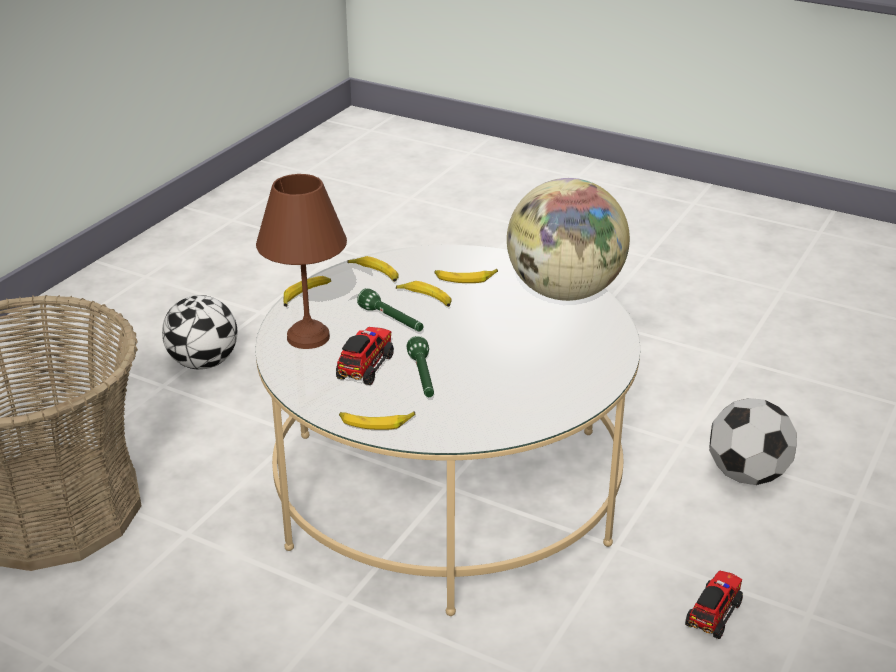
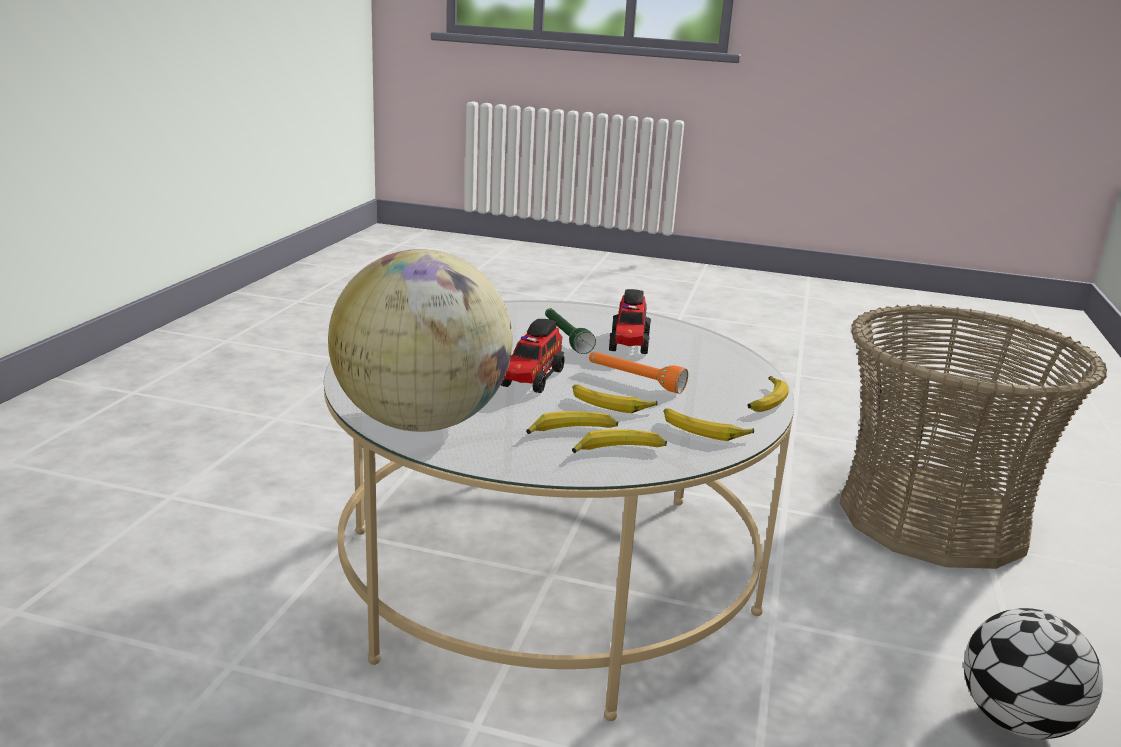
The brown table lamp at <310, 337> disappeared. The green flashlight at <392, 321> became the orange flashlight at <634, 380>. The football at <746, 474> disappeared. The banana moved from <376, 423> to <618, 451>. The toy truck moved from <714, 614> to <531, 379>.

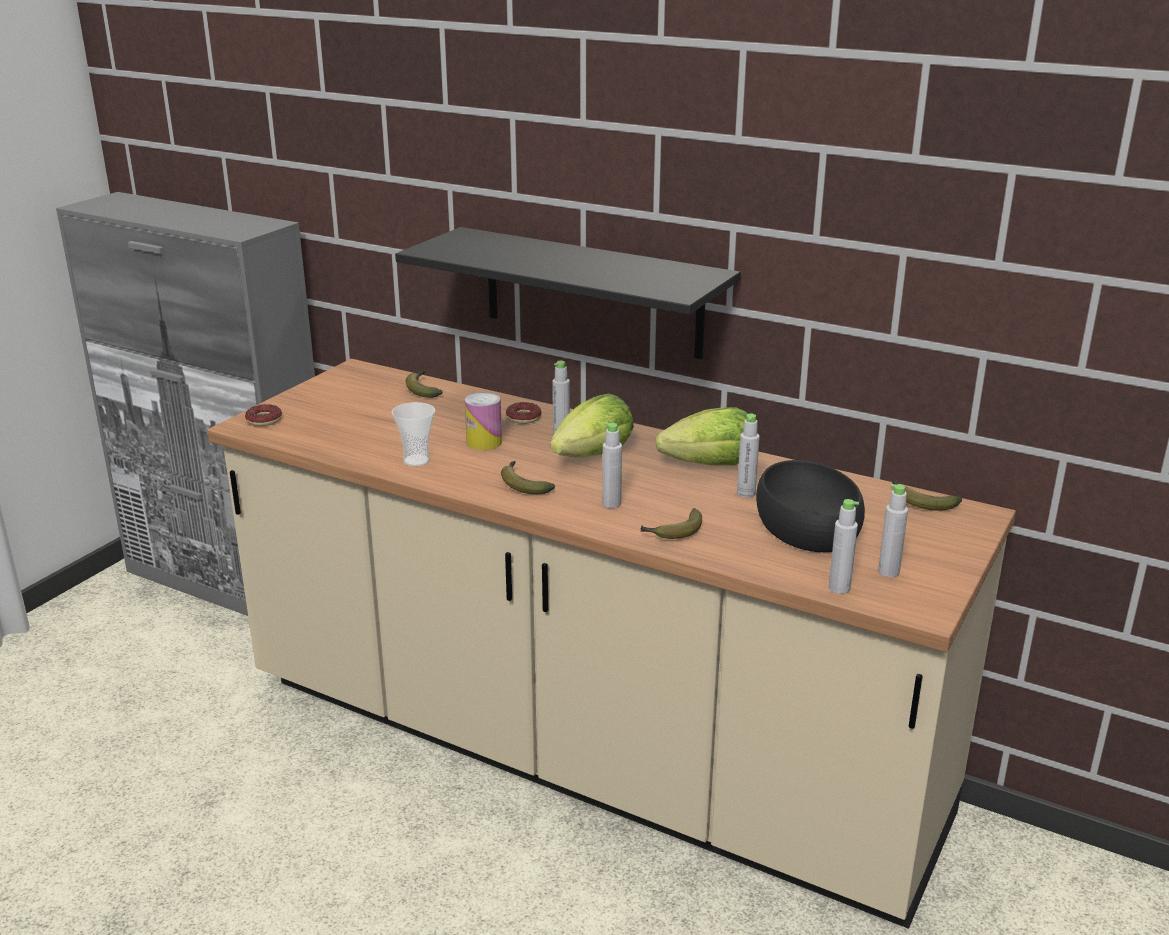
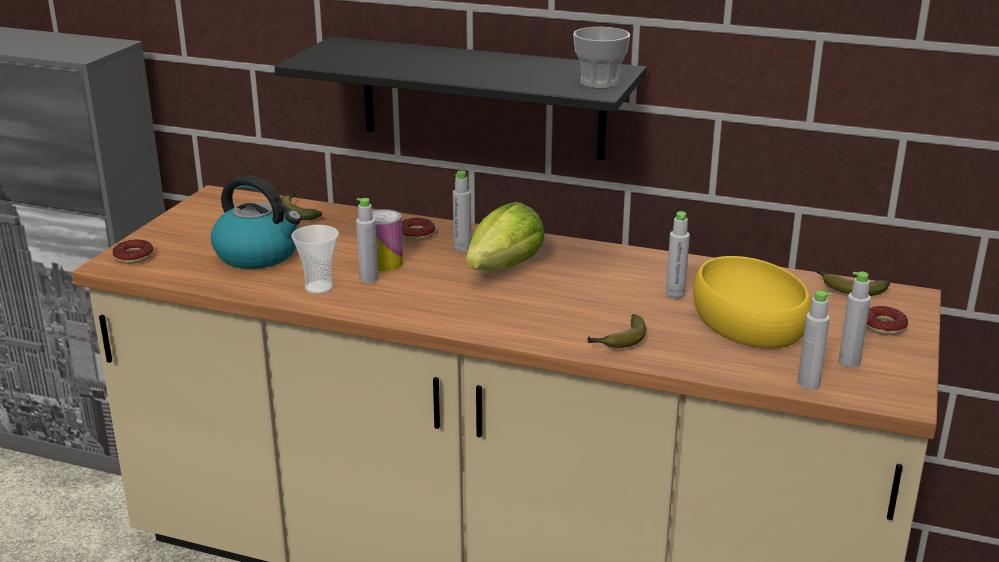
The lettuce at <710, 465> disappeared. The grey bottle moved from <611, 503> to <369, 279>. The black bowl at <809, 523> became the yellow bowl at <750, 319>. The banana at <523, 484> disappeared. The cup at <599, 83> appeared. The kettle at <259, 254> appeared. The donut at <883, 326> appeared.

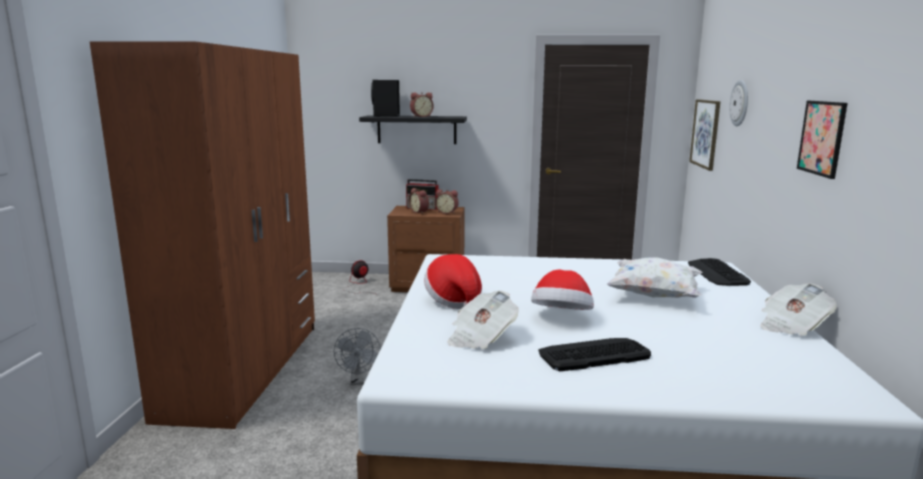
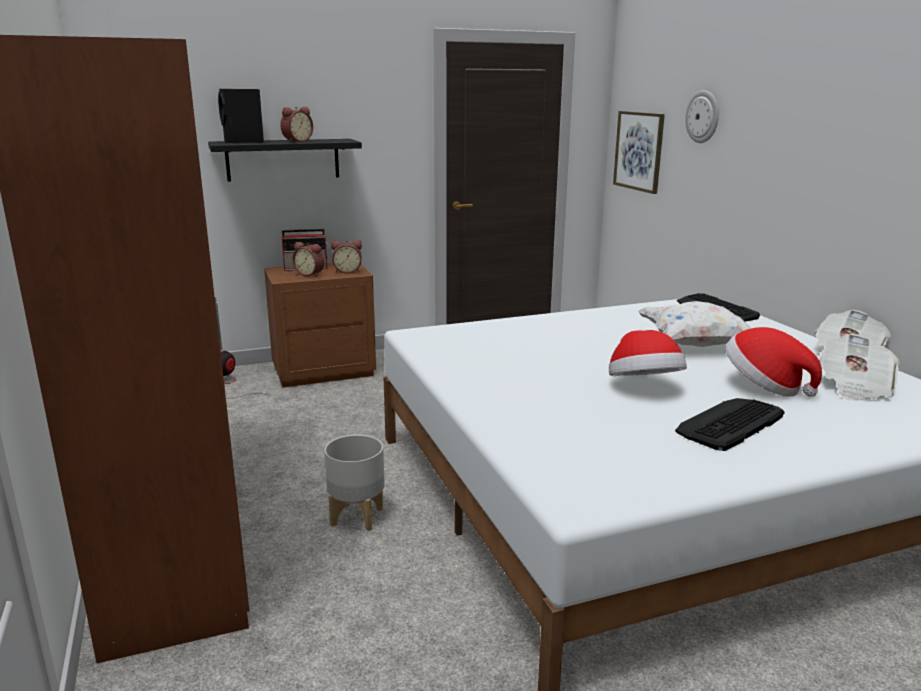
The picture at <822, 138> disappeared. The hat moved from <454, 300> to <764, 386>. The newspaper moved from <480, 338> to <854, 387>. The grey fan at <359, 381> was replaced by the grey planter at <357, 516>.

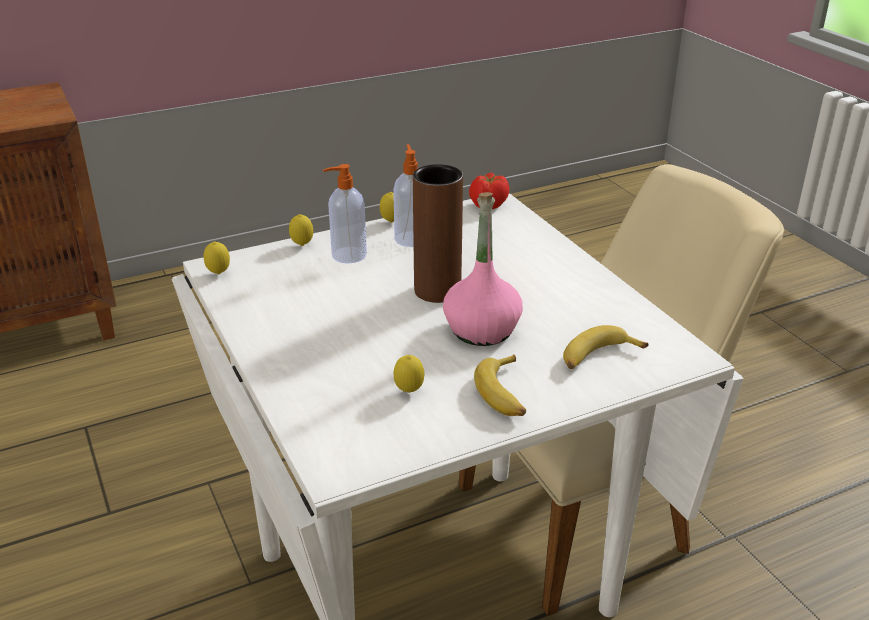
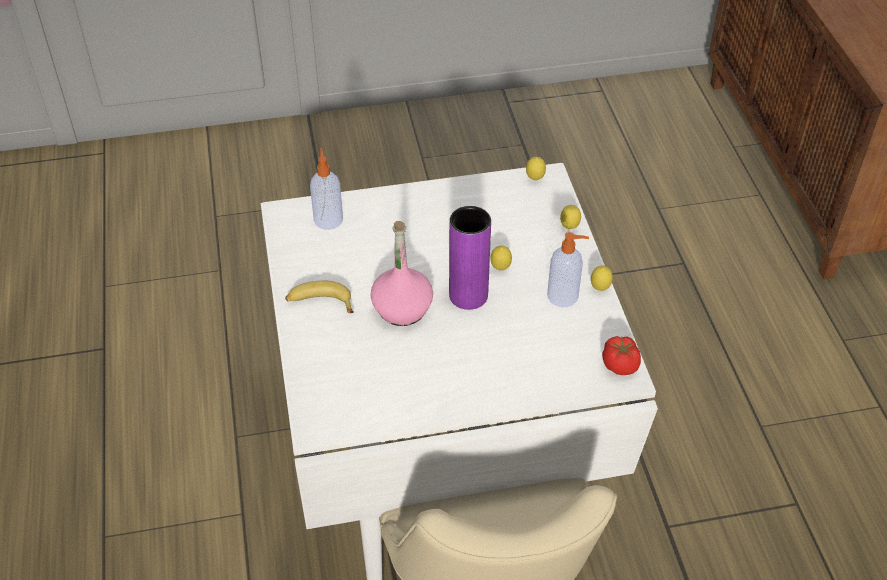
The soap dispenser moved from <347, 255> to <328, 219>. The brown vase at <437, 291> became the purple vase at <468, 295>. The banana at <598, 357> disappeared. The lemon moved from <409, 391> to <500, 268>.

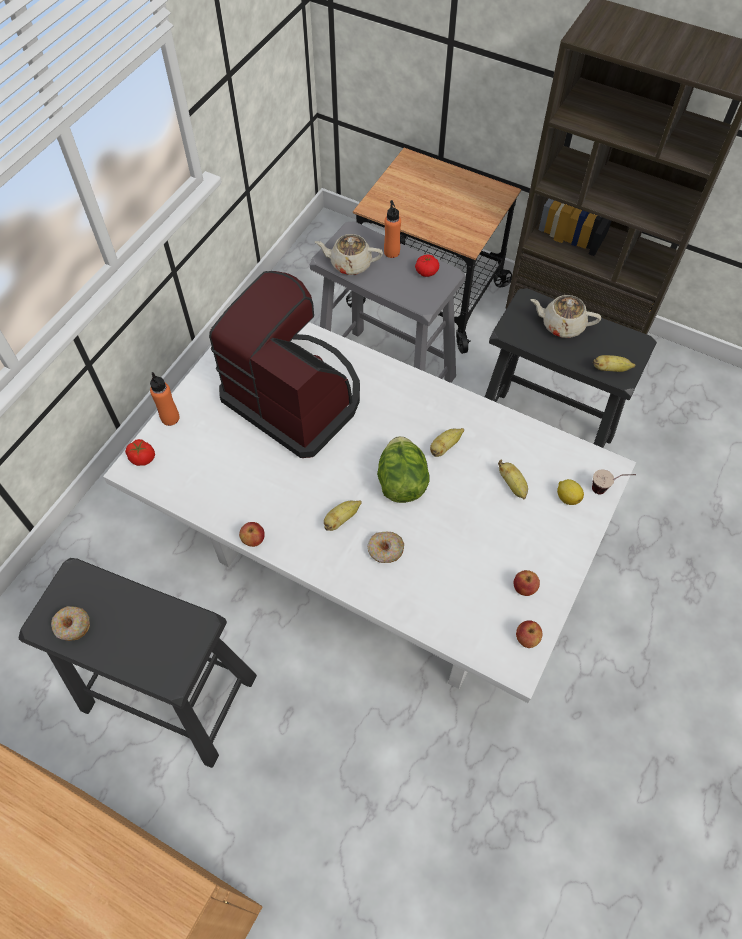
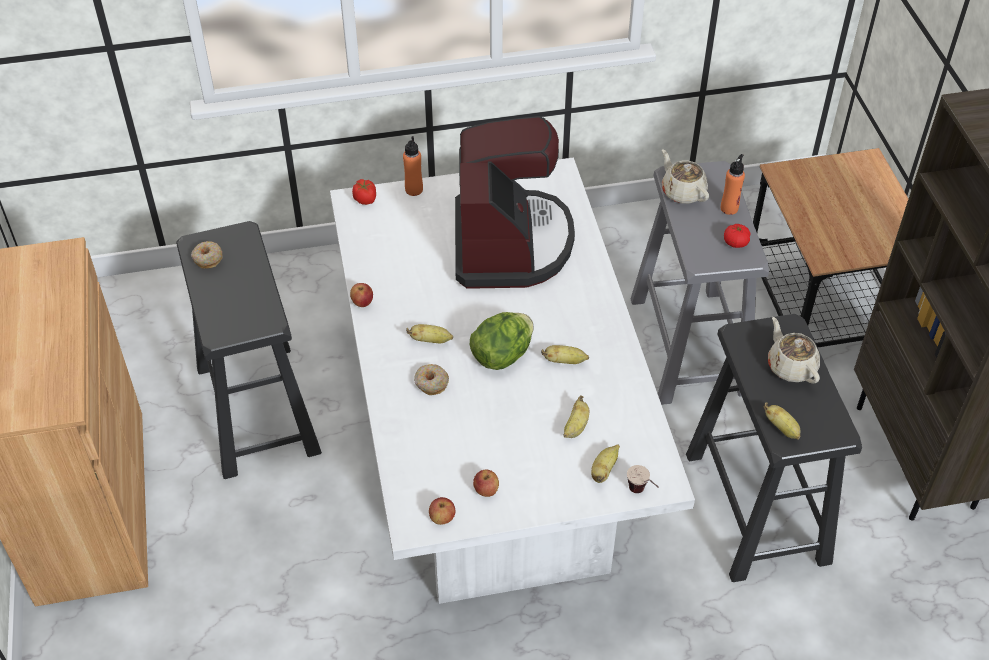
The lemon at <567, 497> was replaced by the banana at <604, 470>.

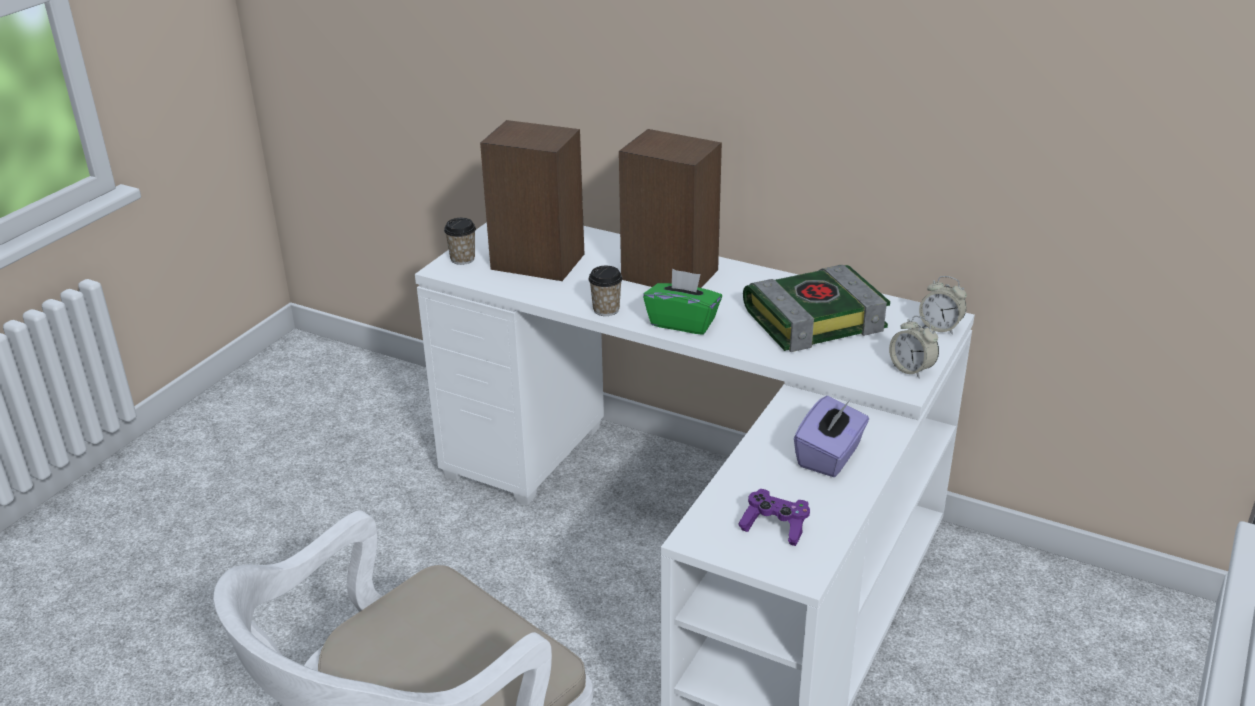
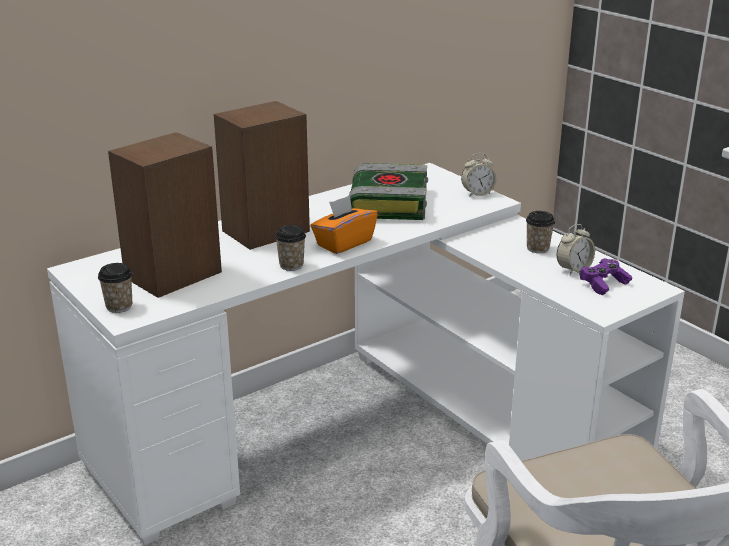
The green tissue box at <683, 322> became the orange tissue box at <344, 243>. The alarm clock moved from <940, 327> to <573, 269>. The purple tissue box at <830, 456> was replaced by the cup at <537, 248>.

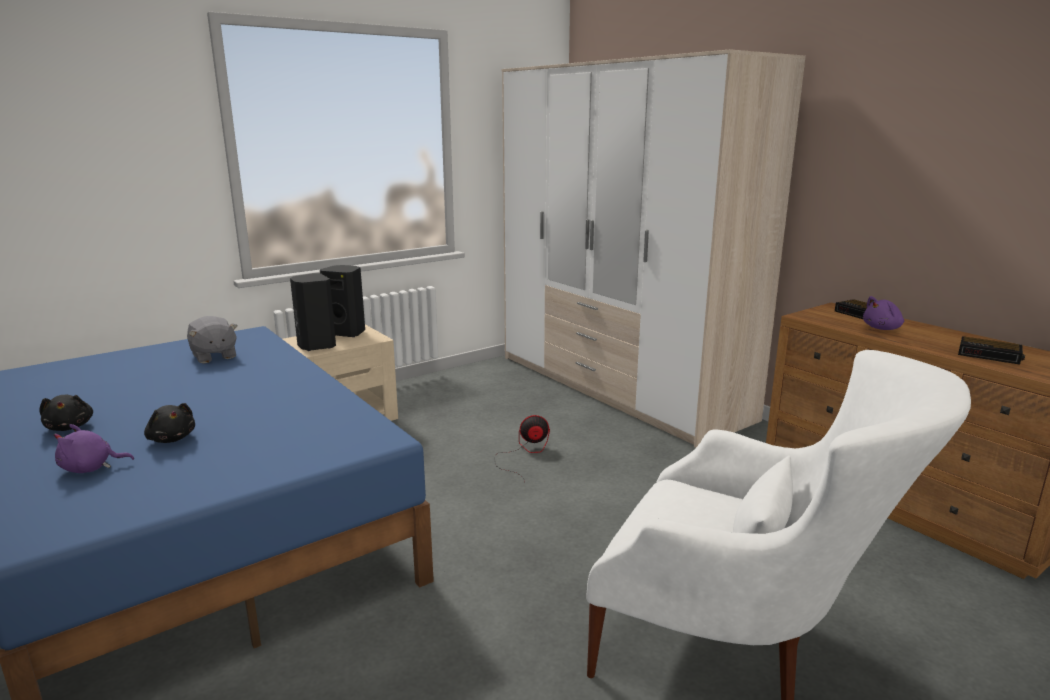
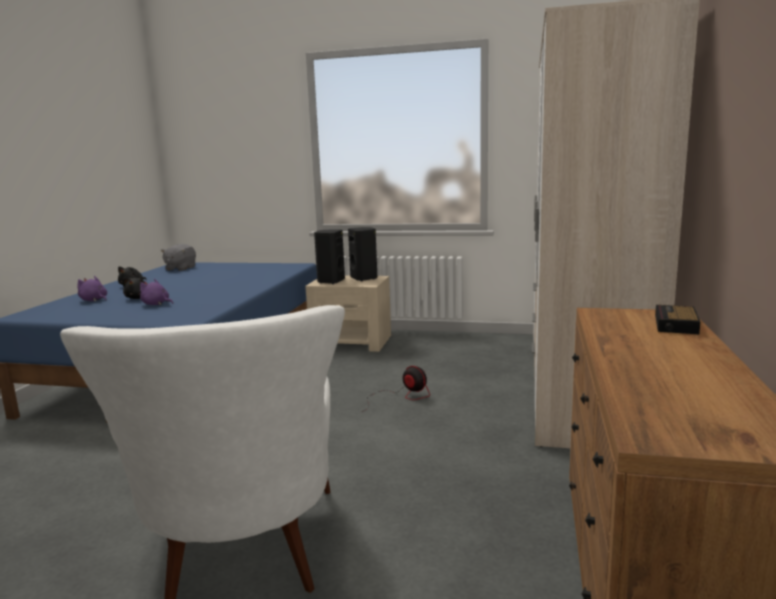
The purple plush toy moved from <883, 328> to <156, 304>. The grey plush toy moved from <214, 356> to <180, 268>. The alarm clock at <990, 355> disappeared.

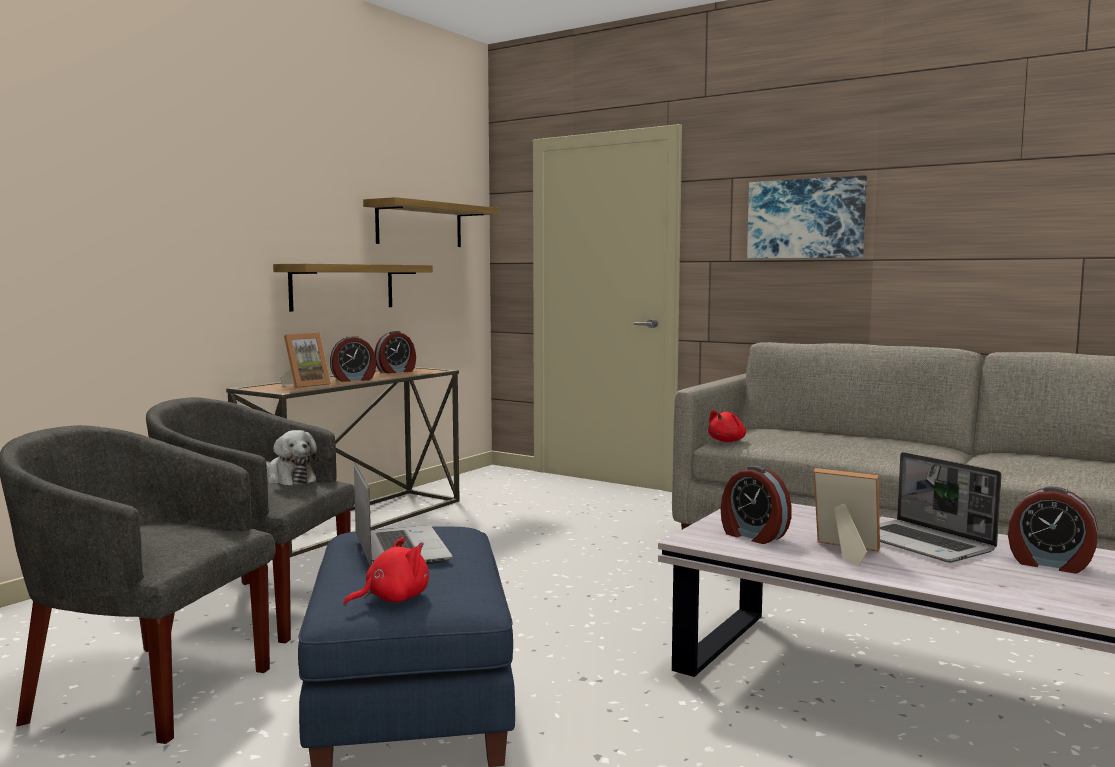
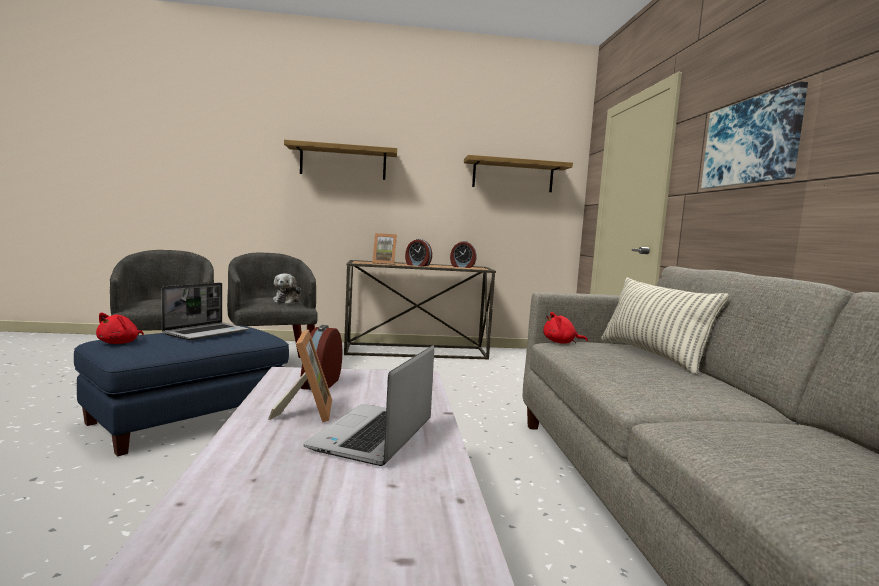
The shelf moved from <342, 287> to <343, 162>. The alarm clock at <1049, 564> disappeared. The red plush toy at <392, 599> turned 90 degrees clockwise. The pillow at <651, 355> appeared.

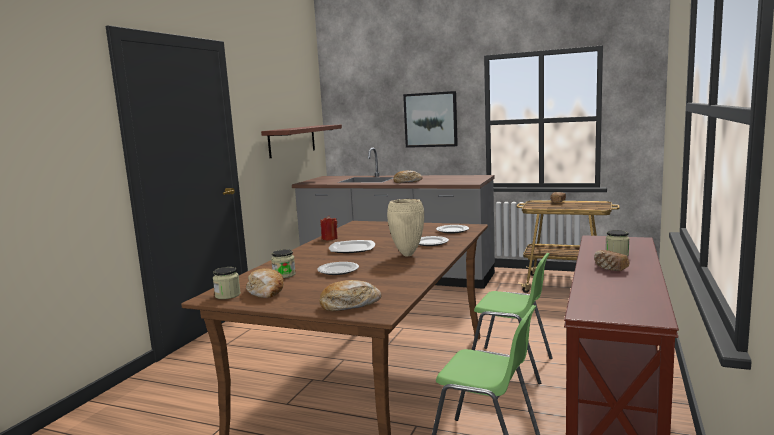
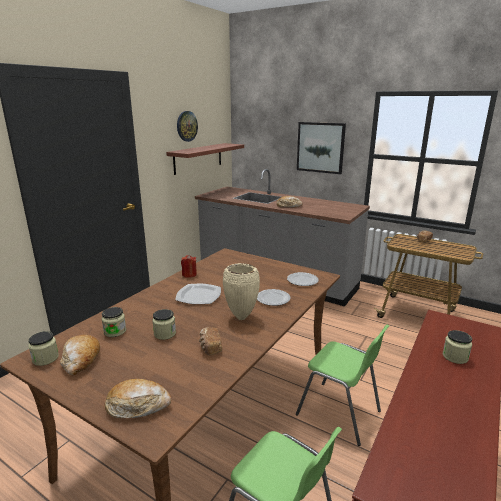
The bread moved from <610, 268> to <210, 348>. The plate at <338, 271> was replaced by the jar at <165, 334>. The wall clock at <186, 126> appeared.

